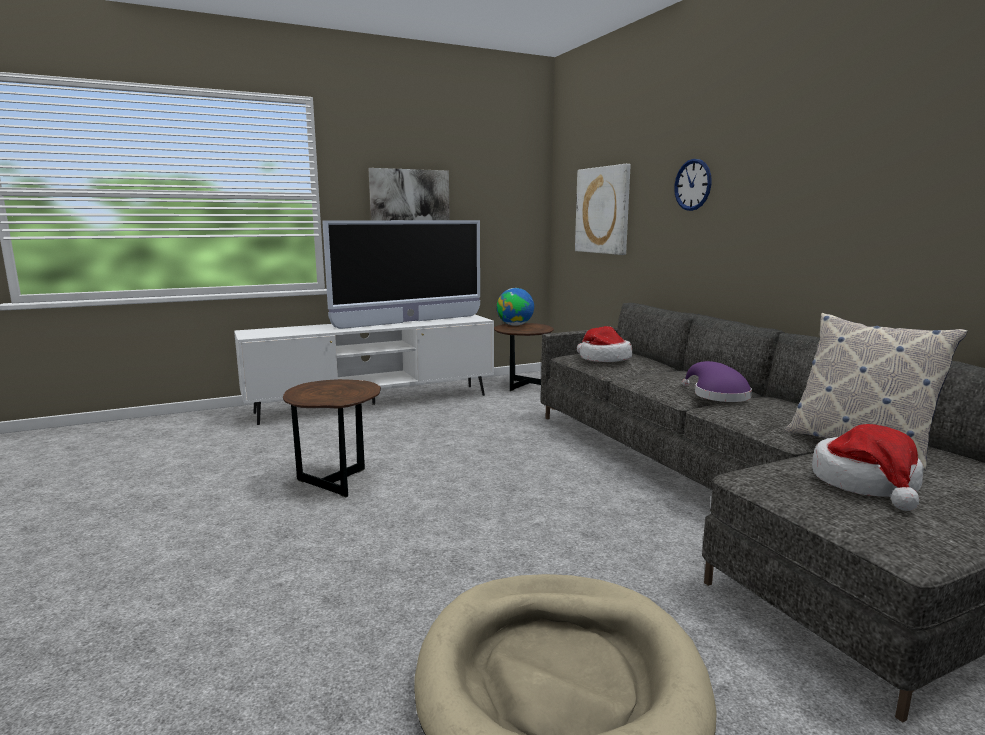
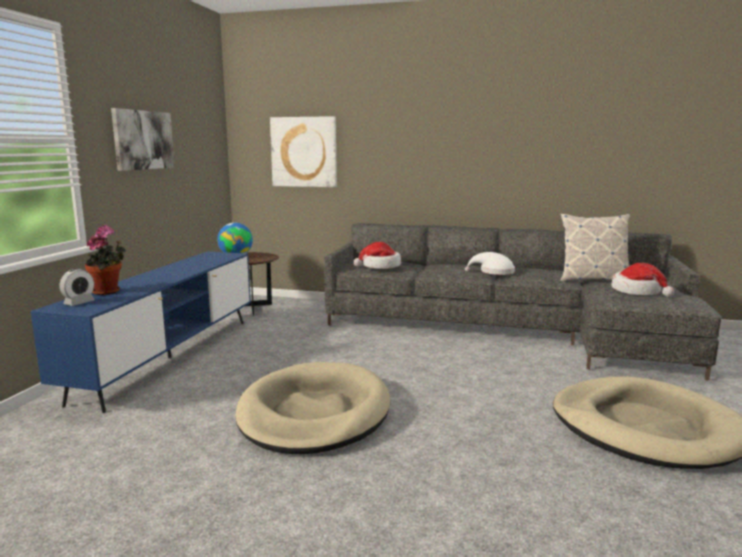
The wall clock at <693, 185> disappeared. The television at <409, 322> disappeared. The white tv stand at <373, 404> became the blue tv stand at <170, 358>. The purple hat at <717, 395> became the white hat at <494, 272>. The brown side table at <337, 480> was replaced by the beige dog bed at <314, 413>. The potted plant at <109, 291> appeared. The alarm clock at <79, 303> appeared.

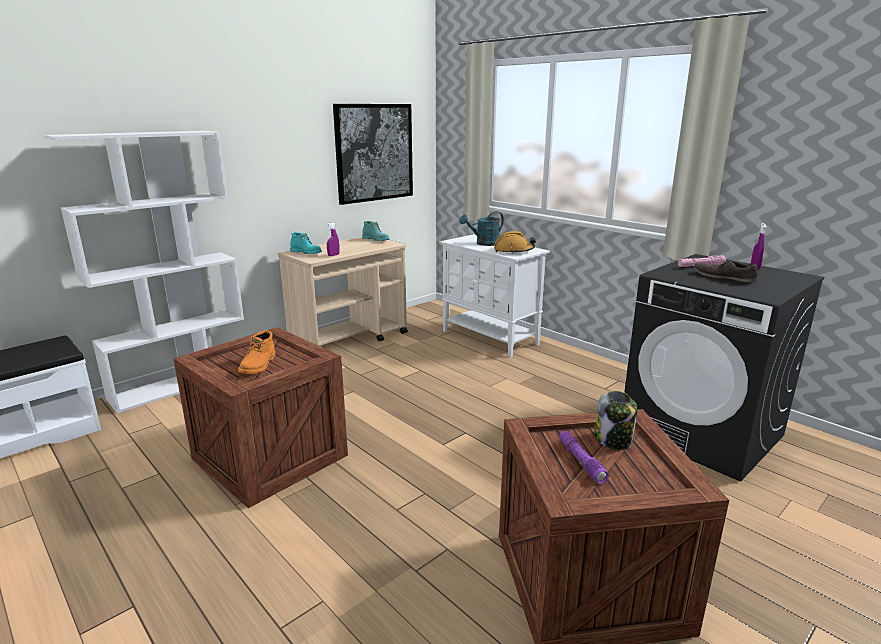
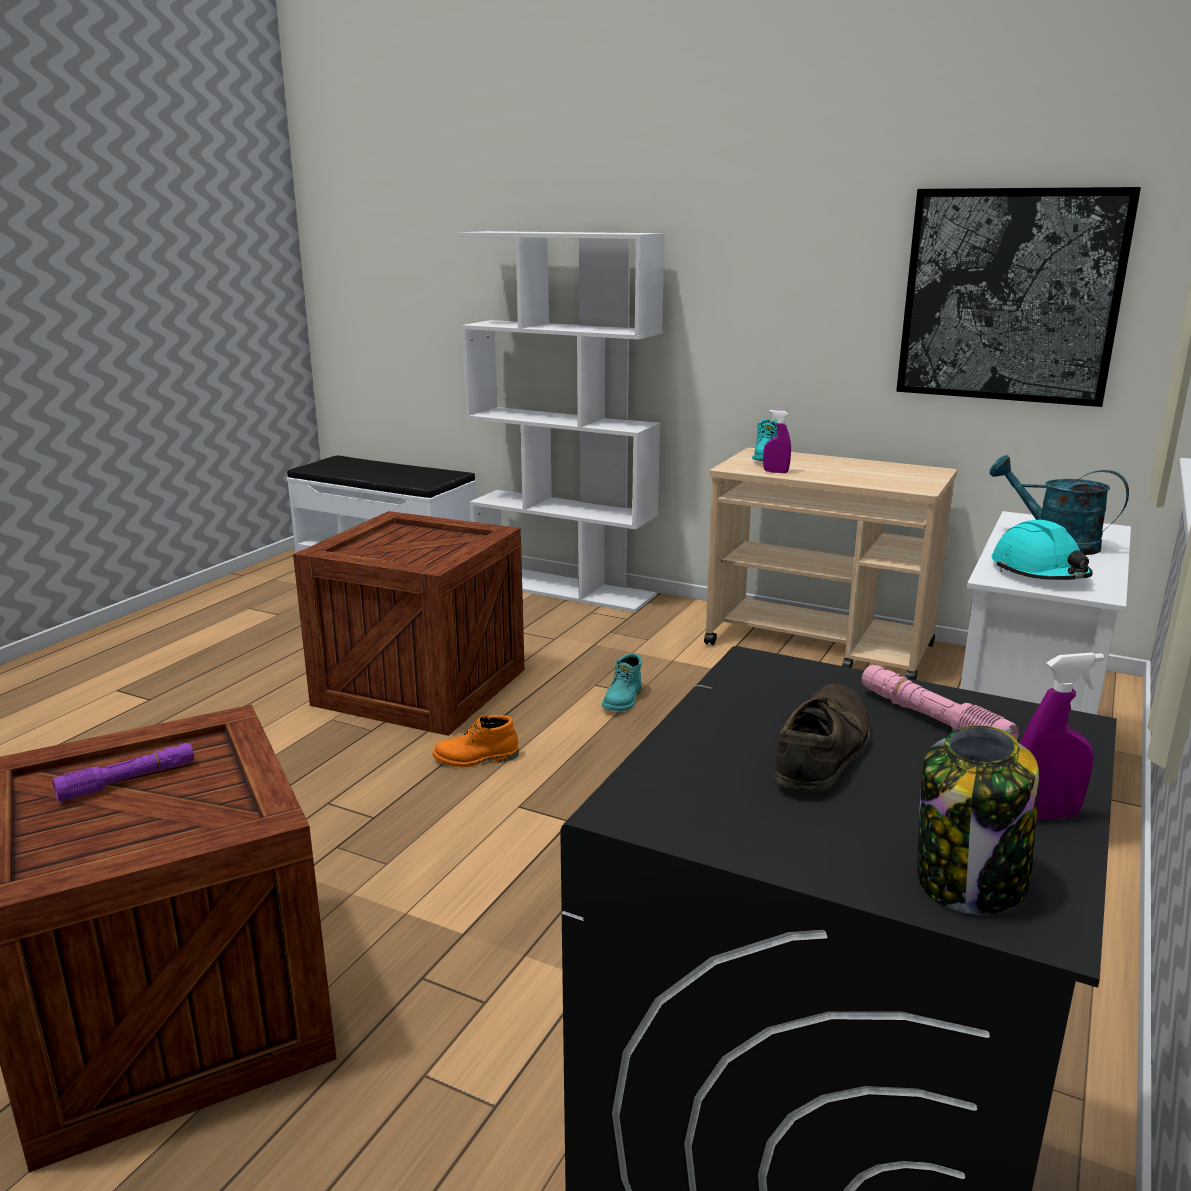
The turquoise boot moved from <376, 240> to <623, 700>. The orange hard hat at <513, 251> became the turquoise hard hat at <1039, 573>. The orange boot moved from <259, 365> to <476, 759>. The jar moved from <613, 440> to <970, 882>.

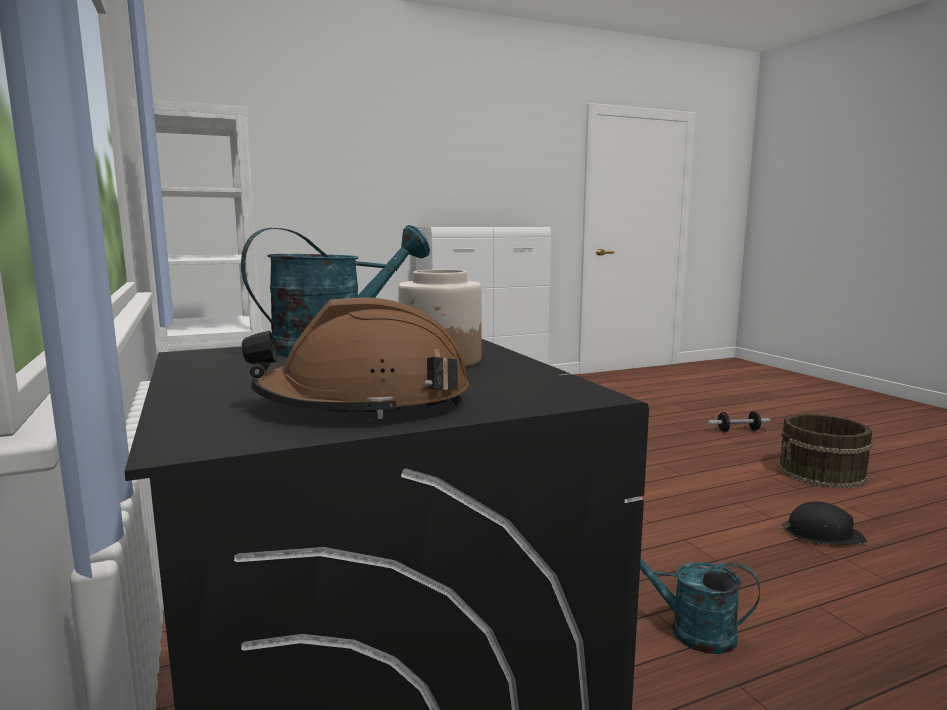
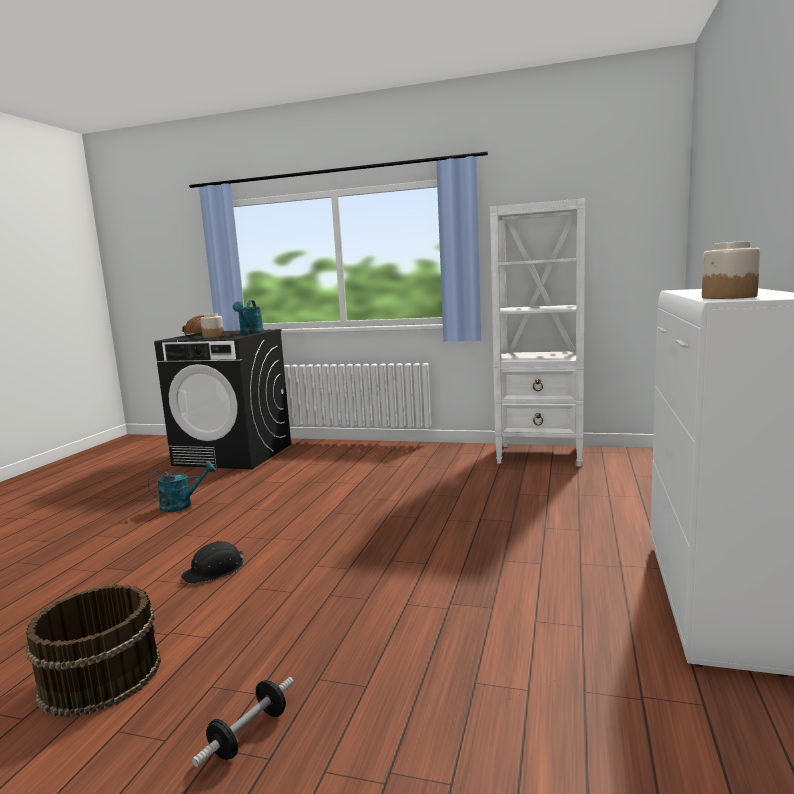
The black hard hat moved from <822, 534> to <214, 570>. The jar at <728, 297> appeared.

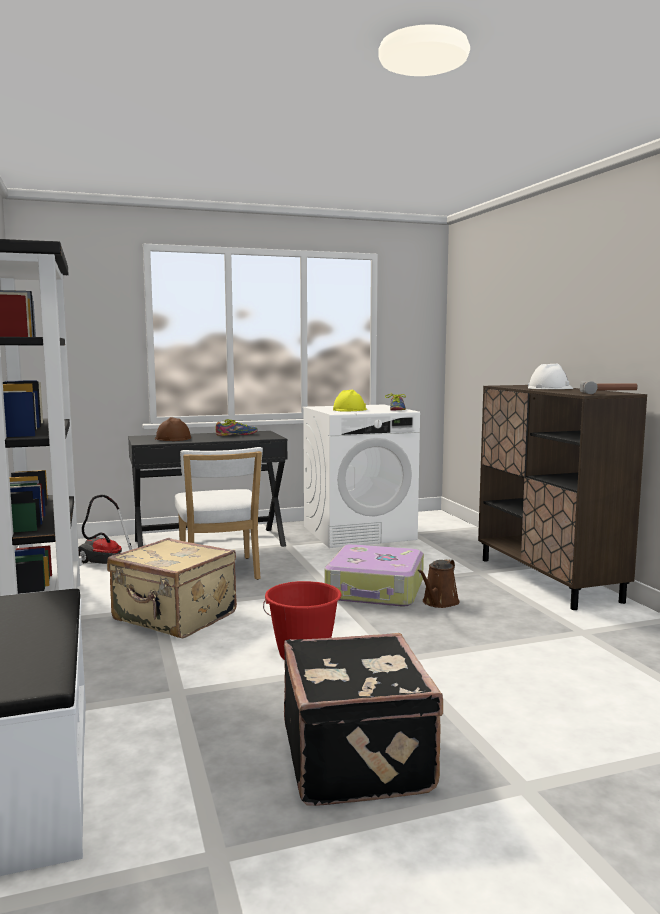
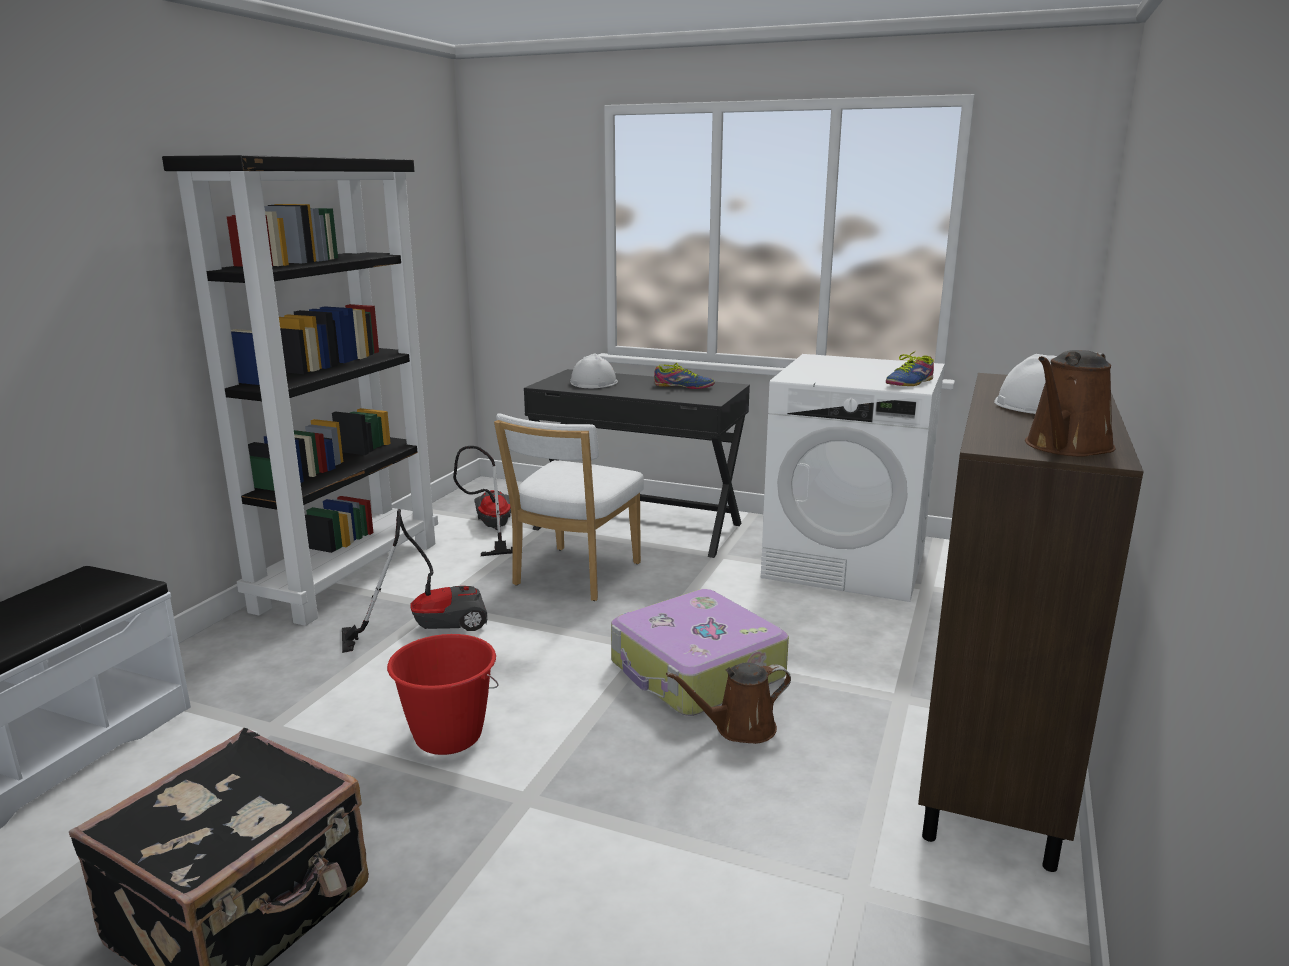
The hammer at <605, 393> was replaced by the brown watering can at <1065, 447>. The yellow hard hat at <349, 410> disappeared. The brown hard hat at <173, 438> became the white hard hat at <593, 383>. The beige suitcase at <174, 618> was replaced by the vacuum cleaner at <428, 625>.

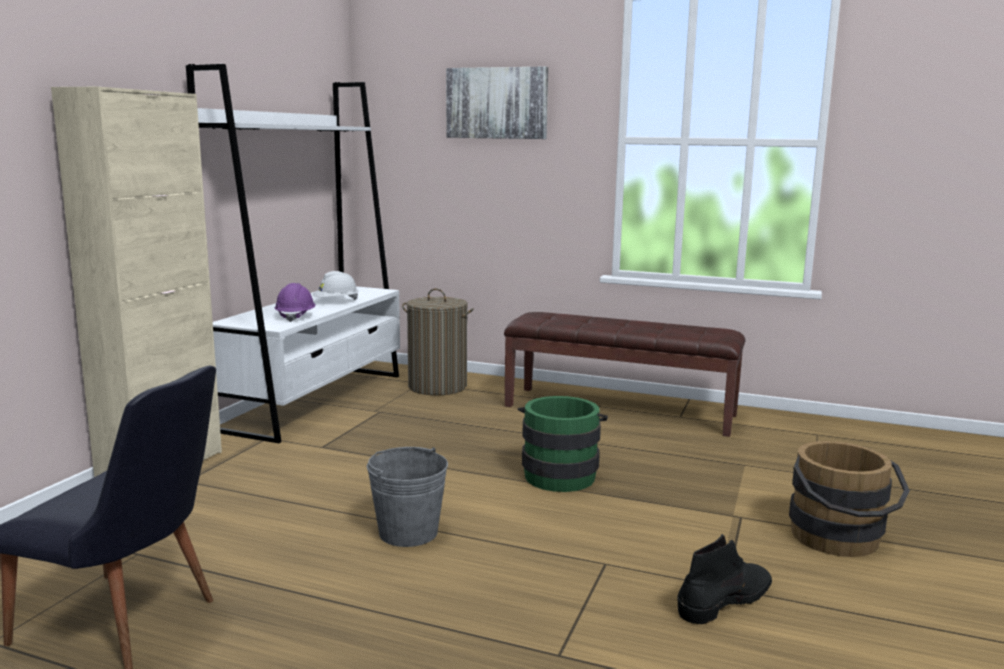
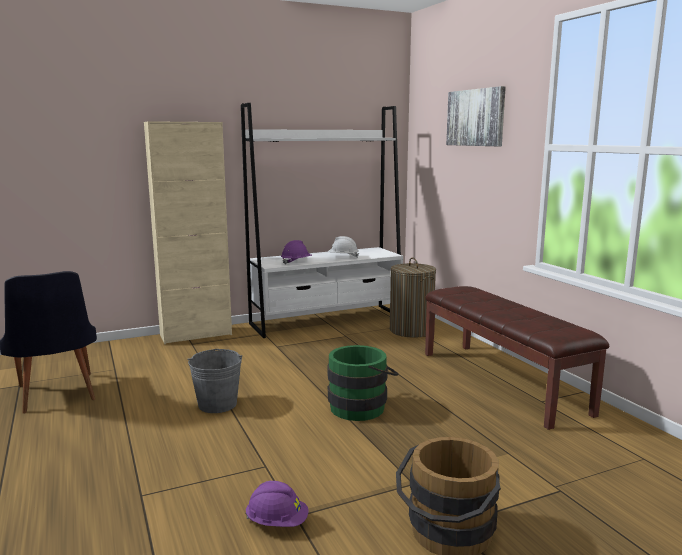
The black boot at <725, 600> was replaced by the purple hard hat at <277, 522>.

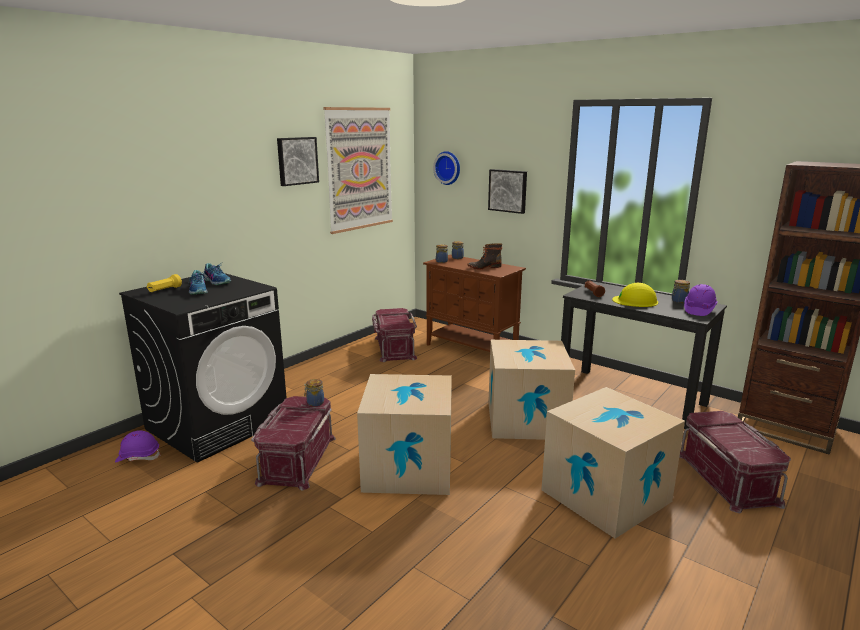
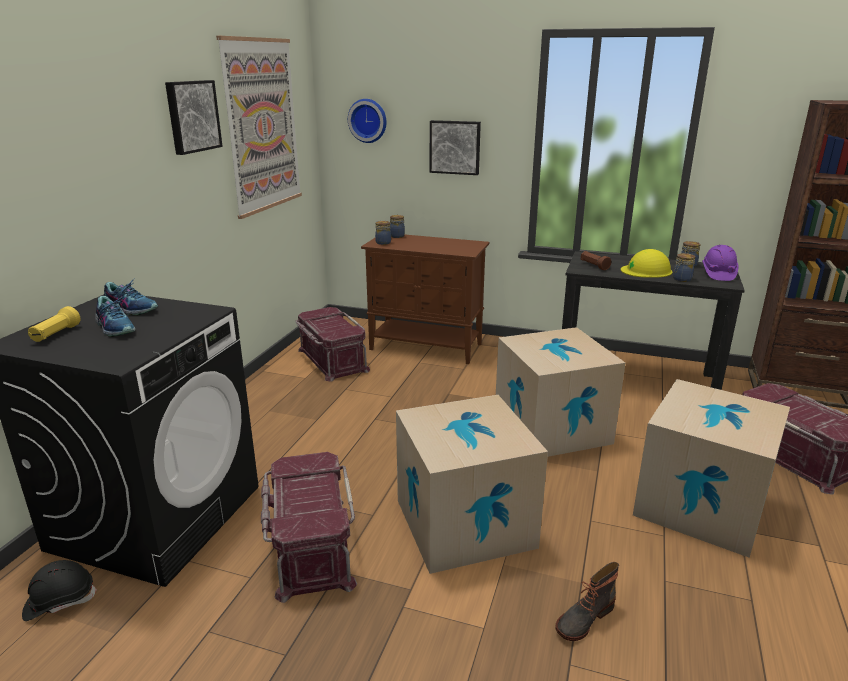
The boot moved from <484, 267> to <584, 618>. The jar moved from <314, 403> to <681, 279>. The purple hard hat at <138, 457> became the black hard hat at <59, 601>.

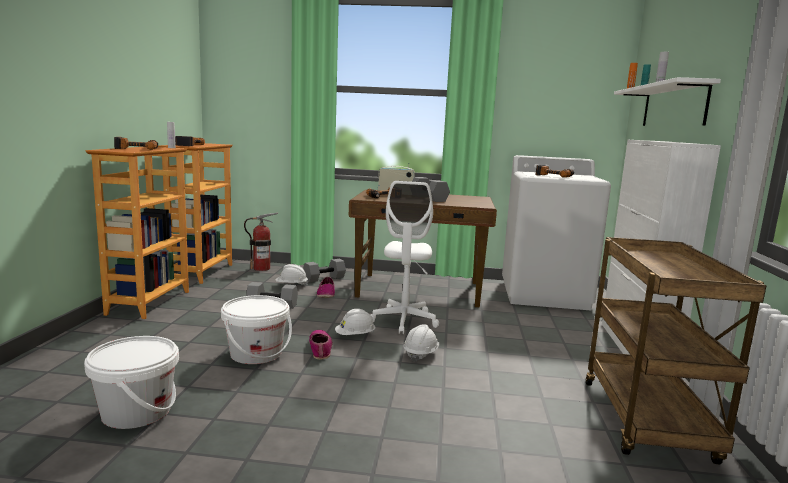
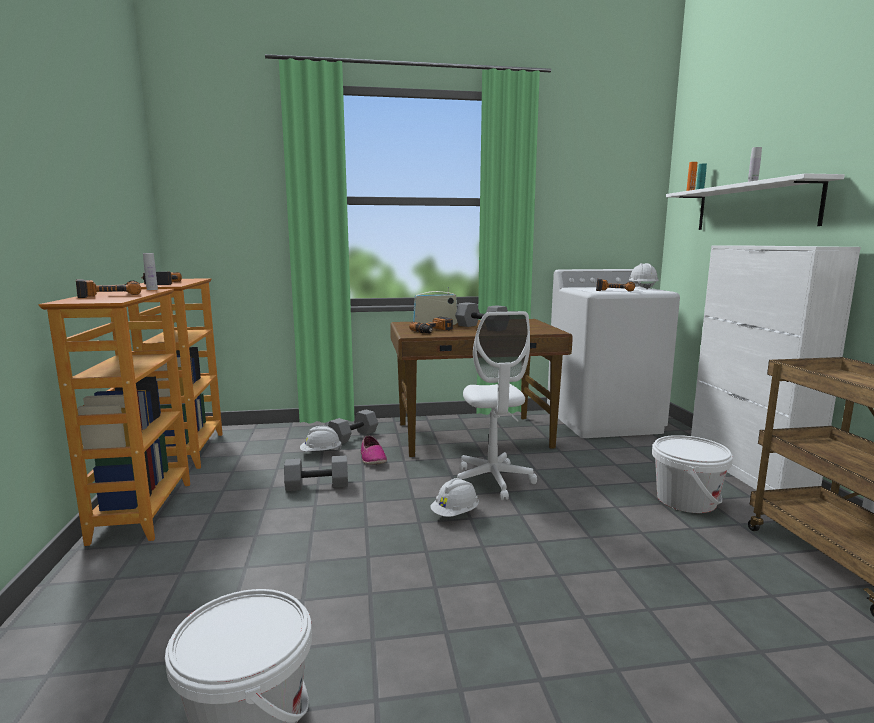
The fire extinguisher at <261, 268> disappeared. The white bucket moved from <256, 353> to <686, 500>. The white hard hat moved from <420, 354> to <642, 288>. The shoe at <320, 348> disappeared.

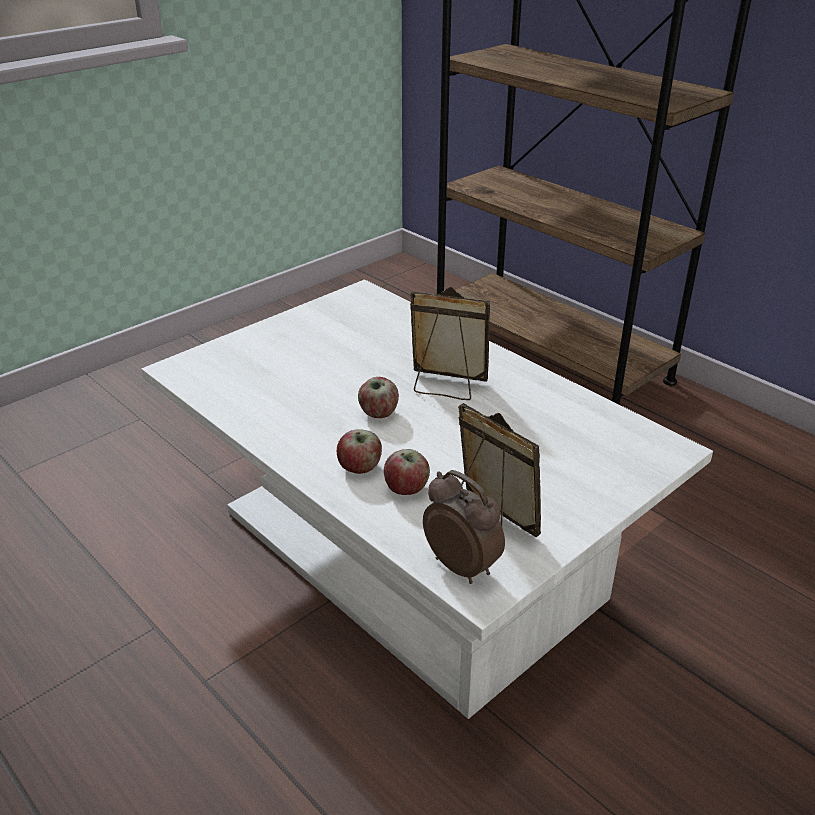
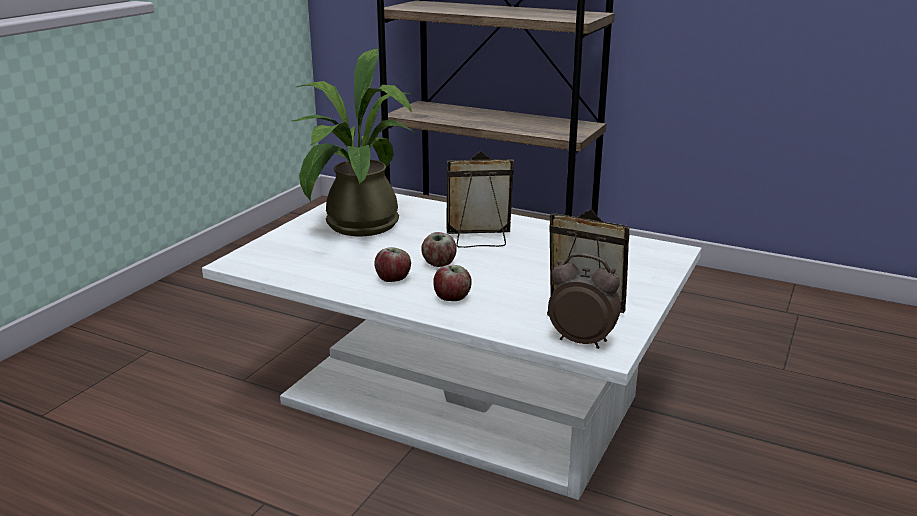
The apple moved from <407, 488> to <393, 279>. The potted plant at <356, 228> appeared.

